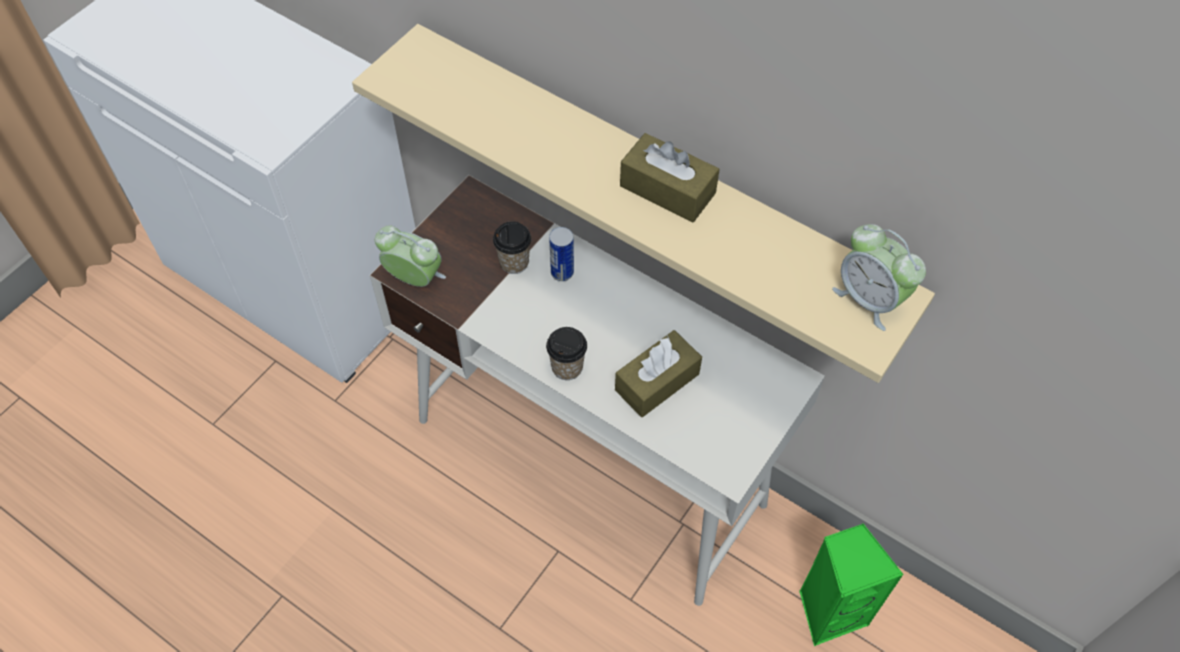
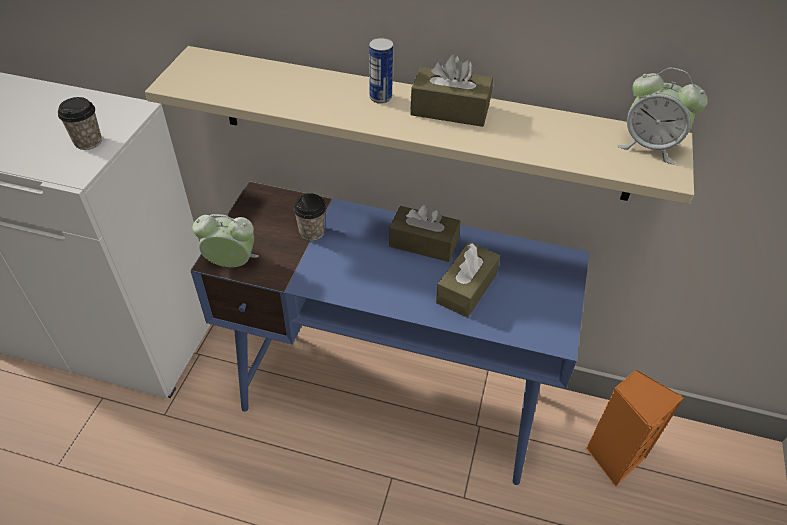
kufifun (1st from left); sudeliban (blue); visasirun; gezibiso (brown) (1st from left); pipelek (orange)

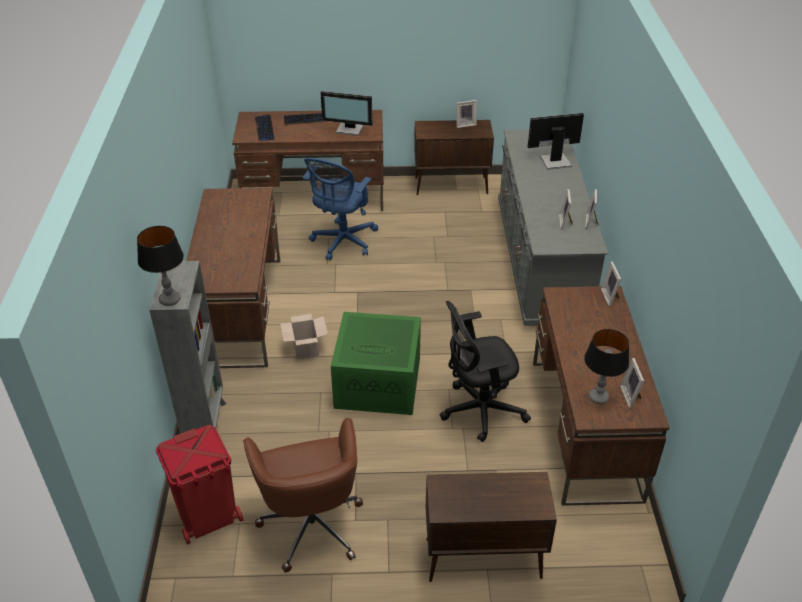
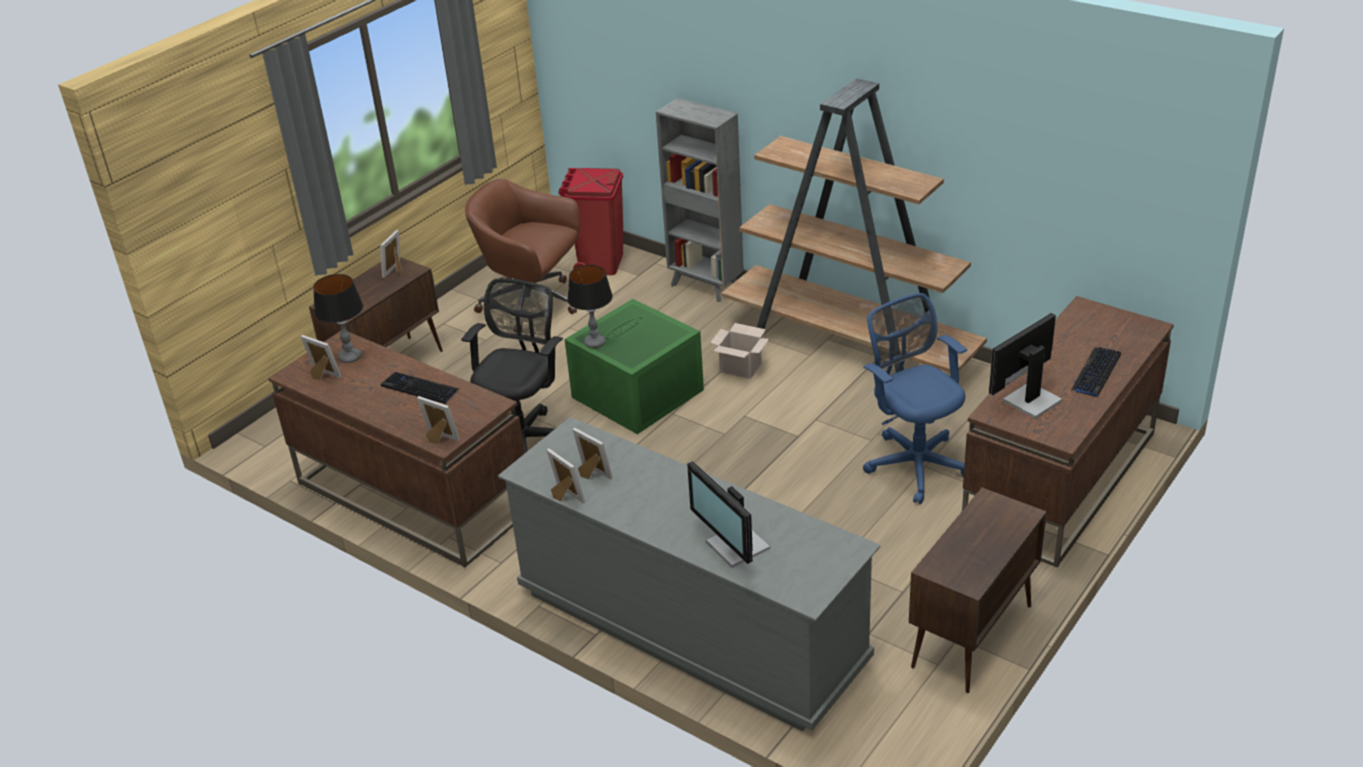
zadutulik (2nd from left); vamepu (1st from left); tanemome (2nd from left); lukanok (1st from left); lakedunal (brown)

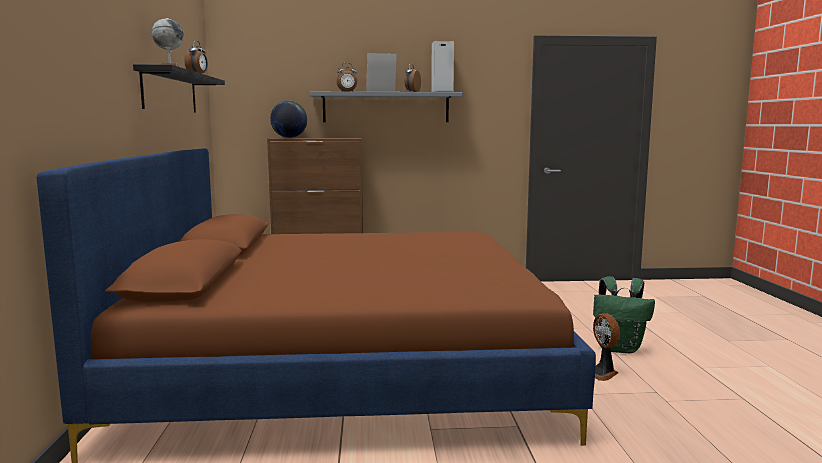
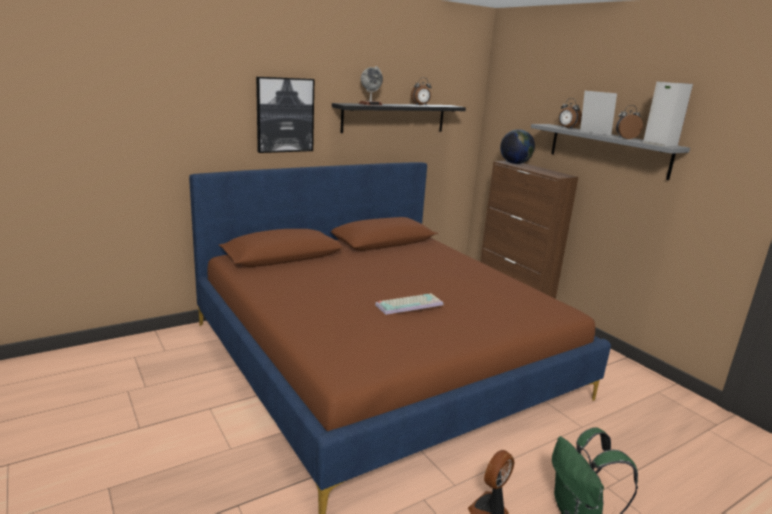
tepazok; vamepu

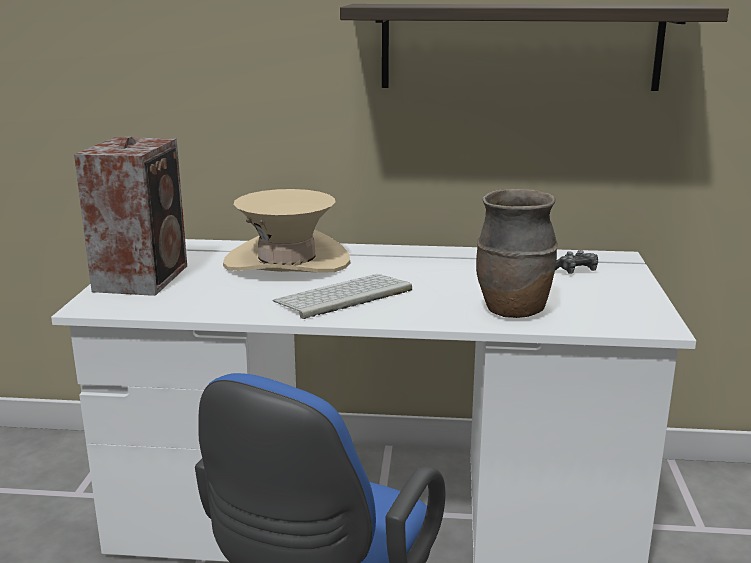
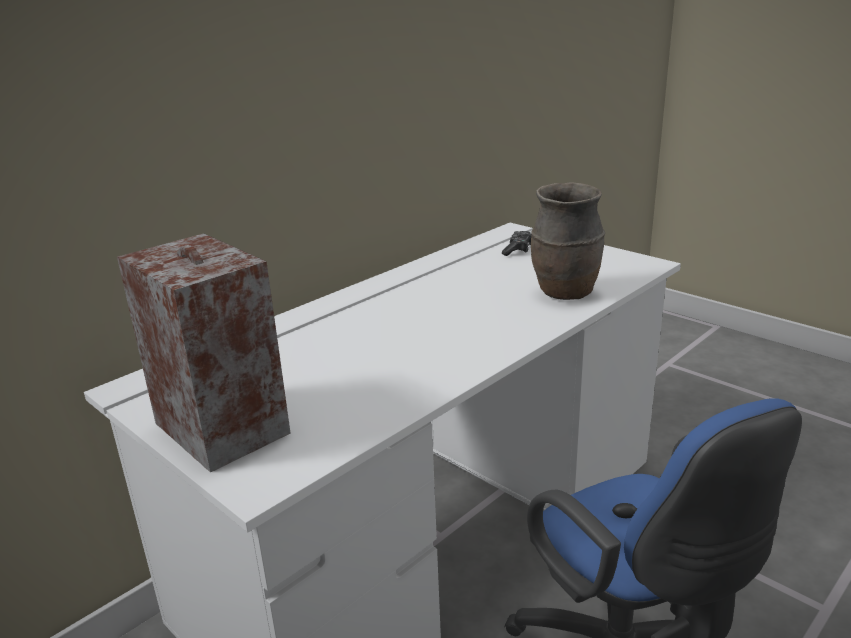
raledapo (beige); vamepu; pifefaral

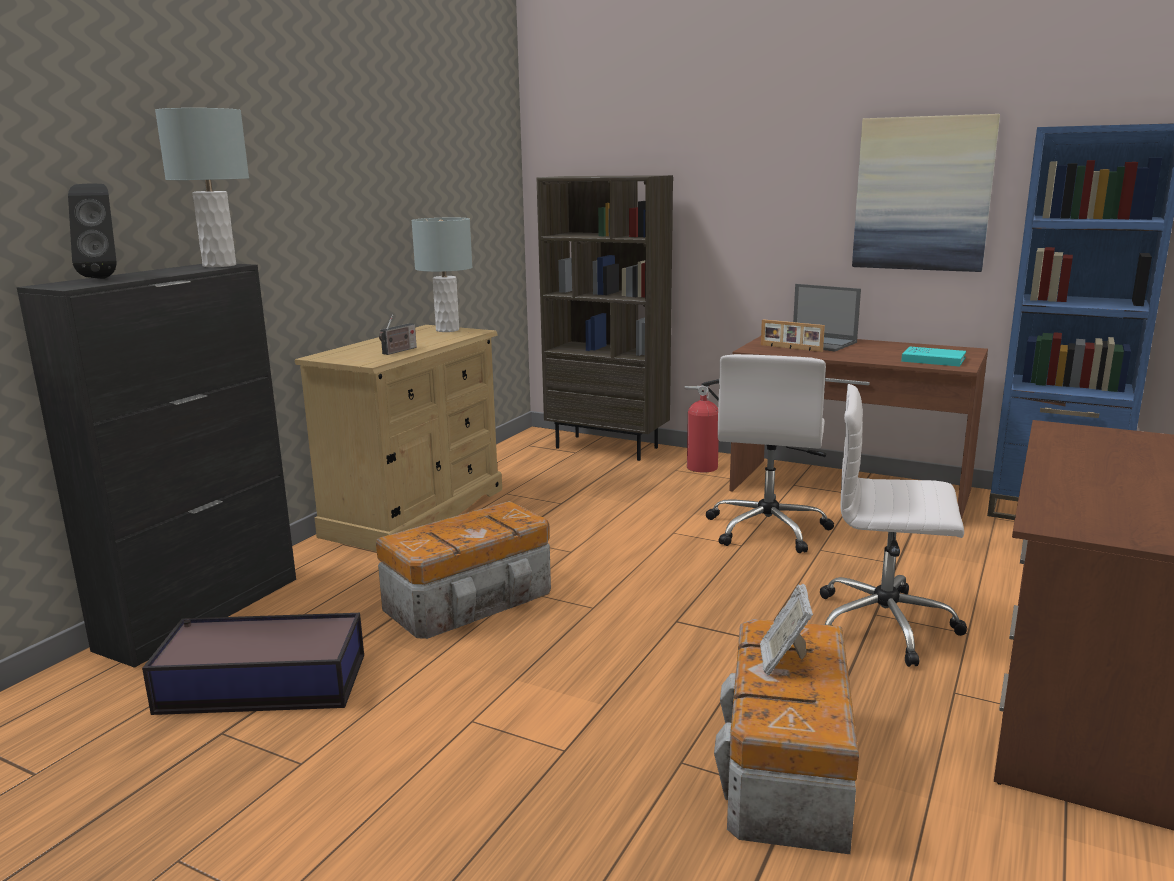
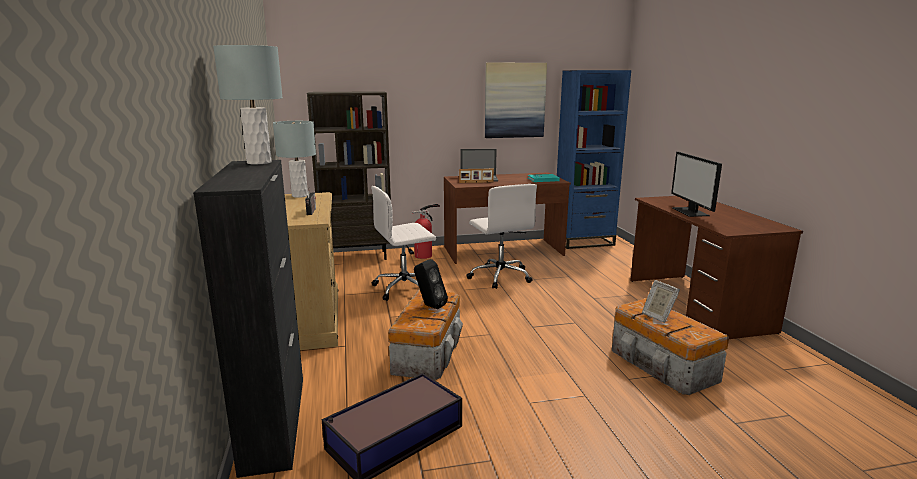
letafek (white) (1st from left); pipelek (black); lukanok

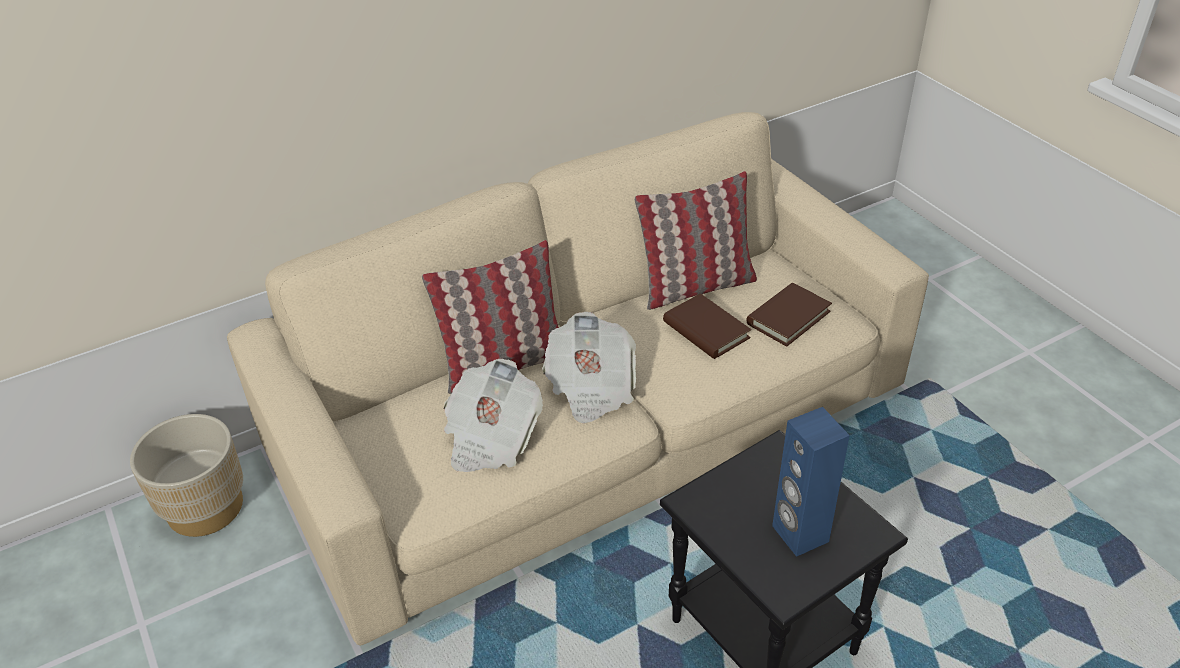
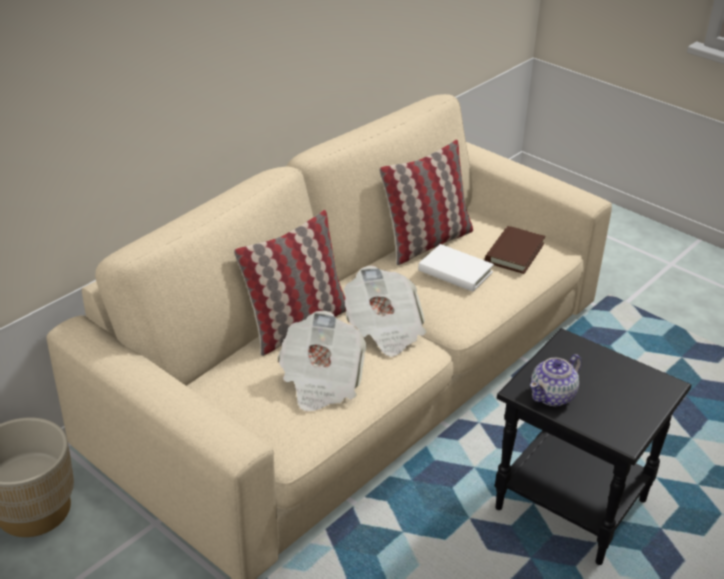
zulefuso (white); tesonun; pipelek (blue)

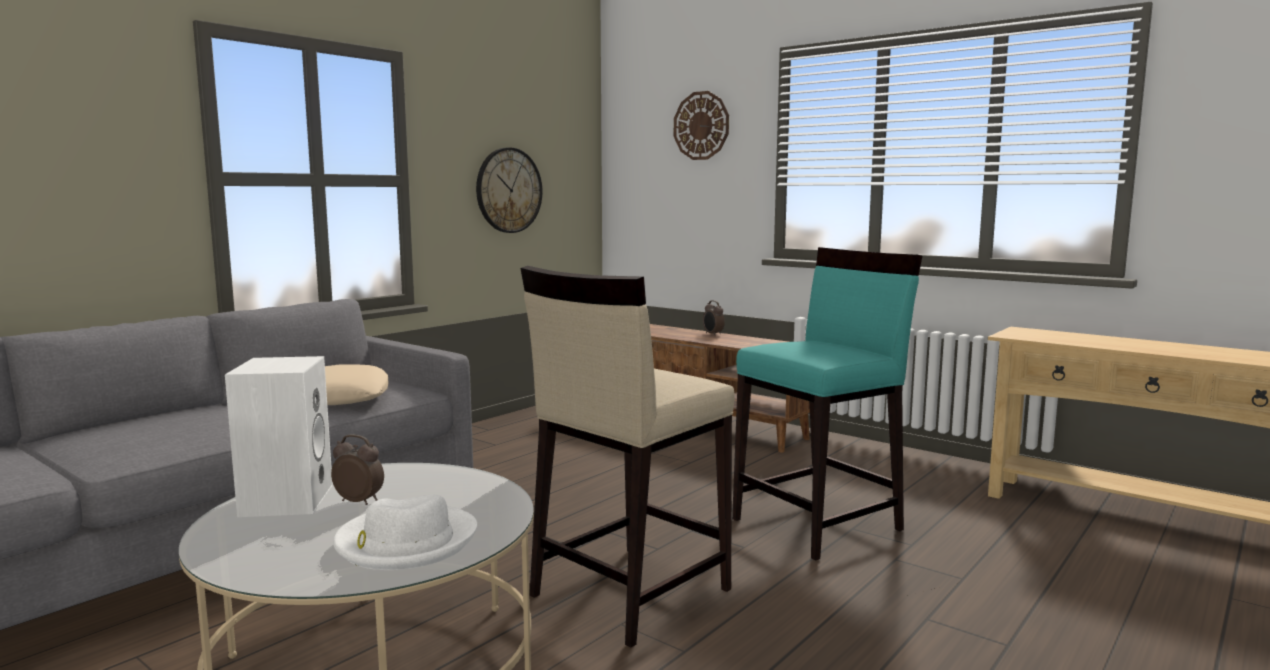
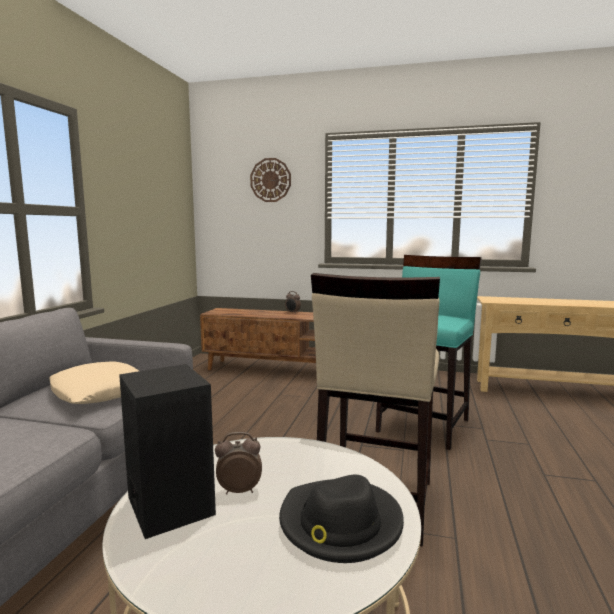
pipelek (black); raledapo (black); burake (1st from left in the first image)

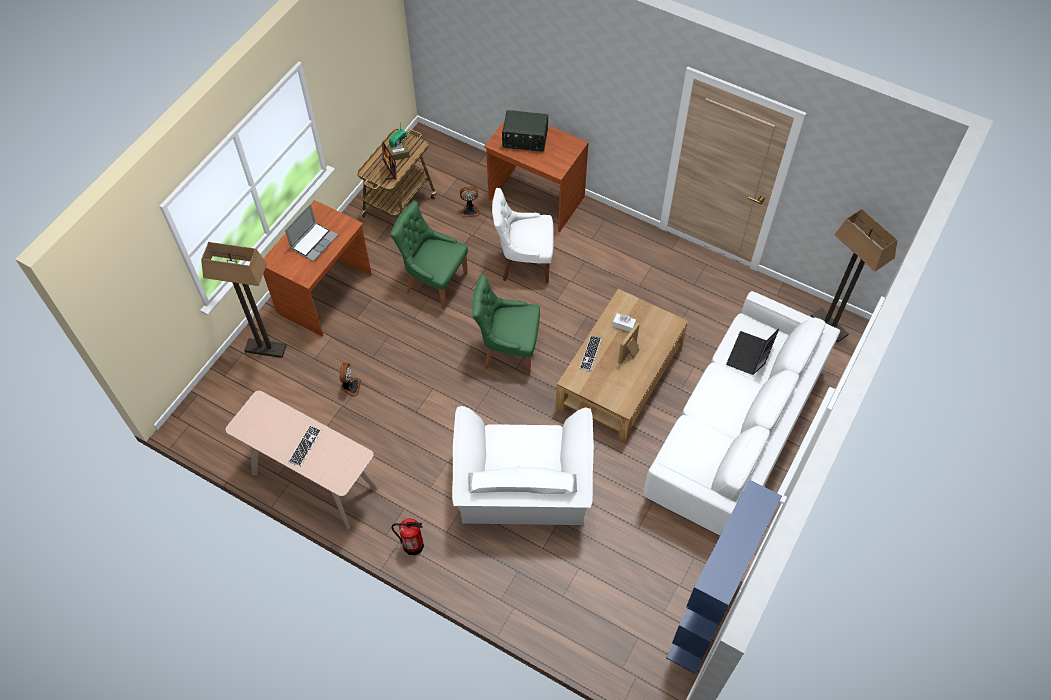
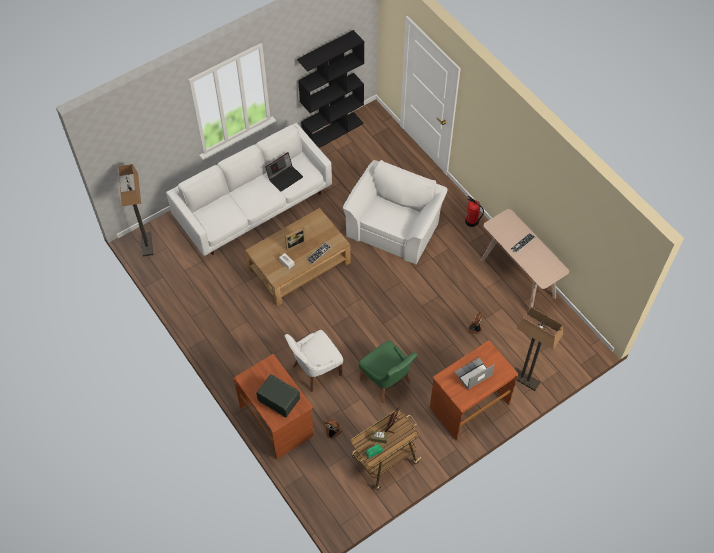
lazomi (1st from left); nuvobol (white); lakedunal (black); nuvobol (green) (2nd from left in the first image)

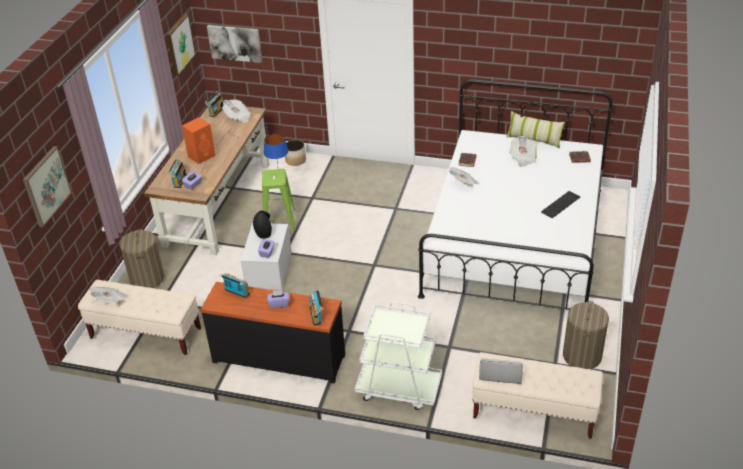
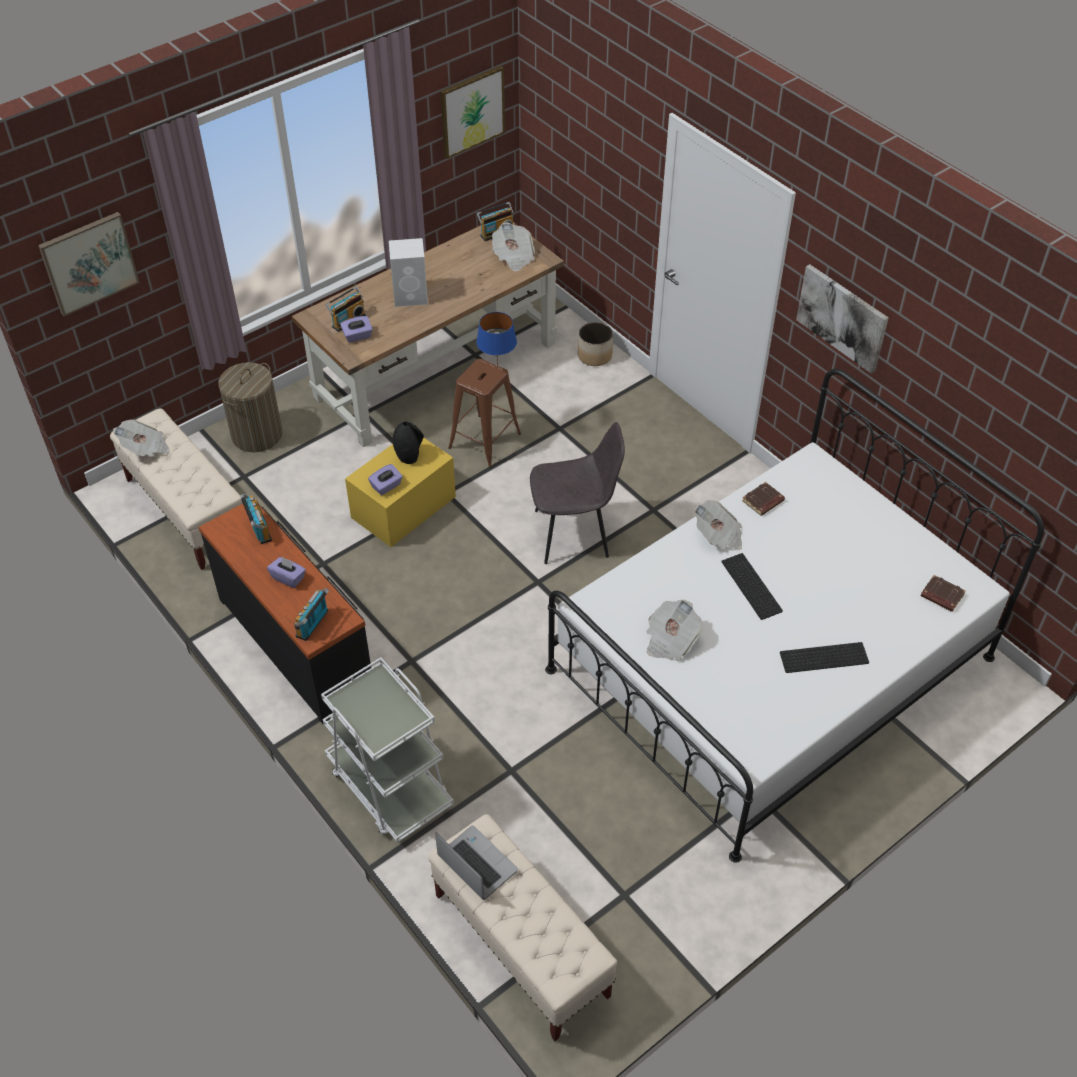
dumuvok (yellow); pipelek (white); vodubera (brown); nuvobol (grey); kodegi (3rd from left); vamepu (1st from left); tepazok (3rd from left); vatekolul; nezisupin (2nd from left in the first image)

